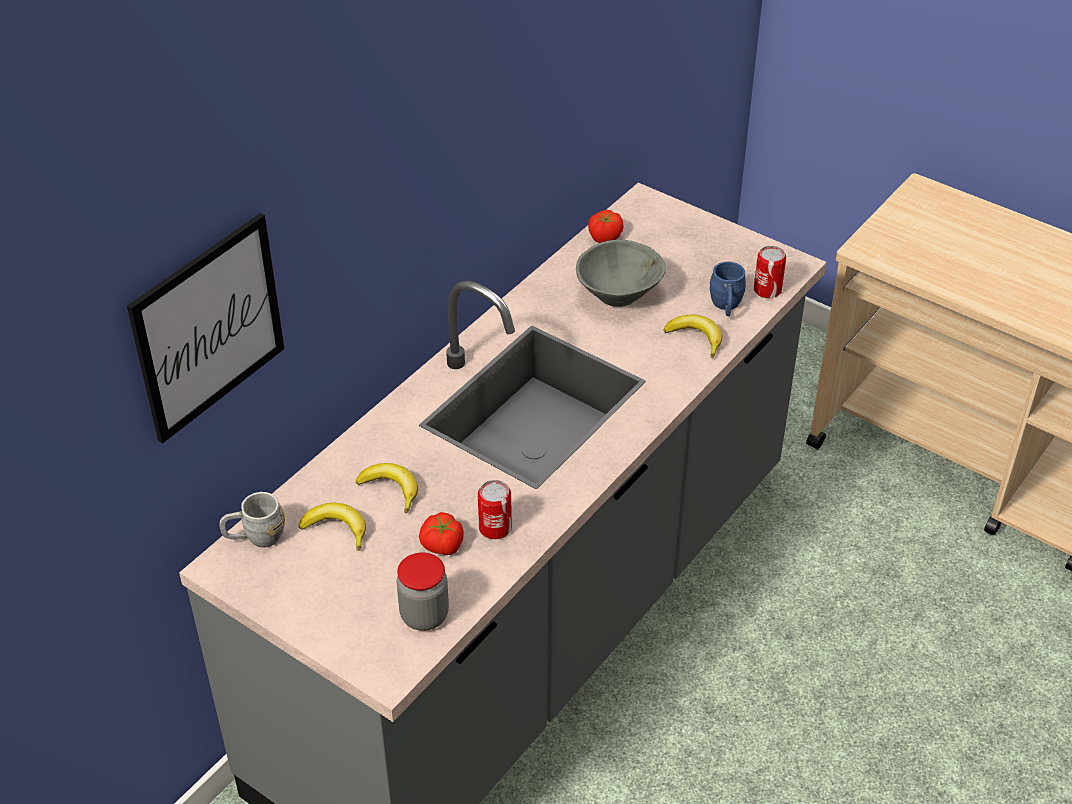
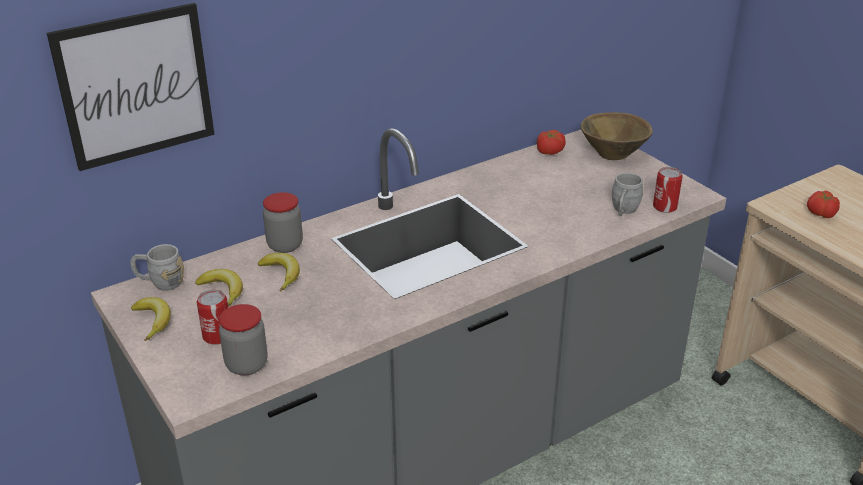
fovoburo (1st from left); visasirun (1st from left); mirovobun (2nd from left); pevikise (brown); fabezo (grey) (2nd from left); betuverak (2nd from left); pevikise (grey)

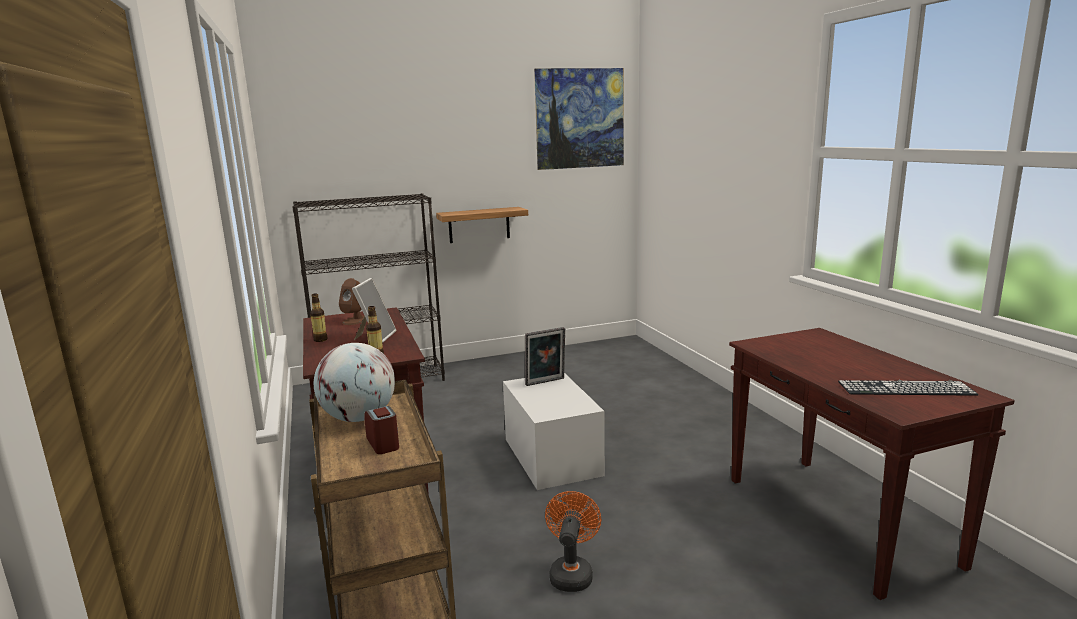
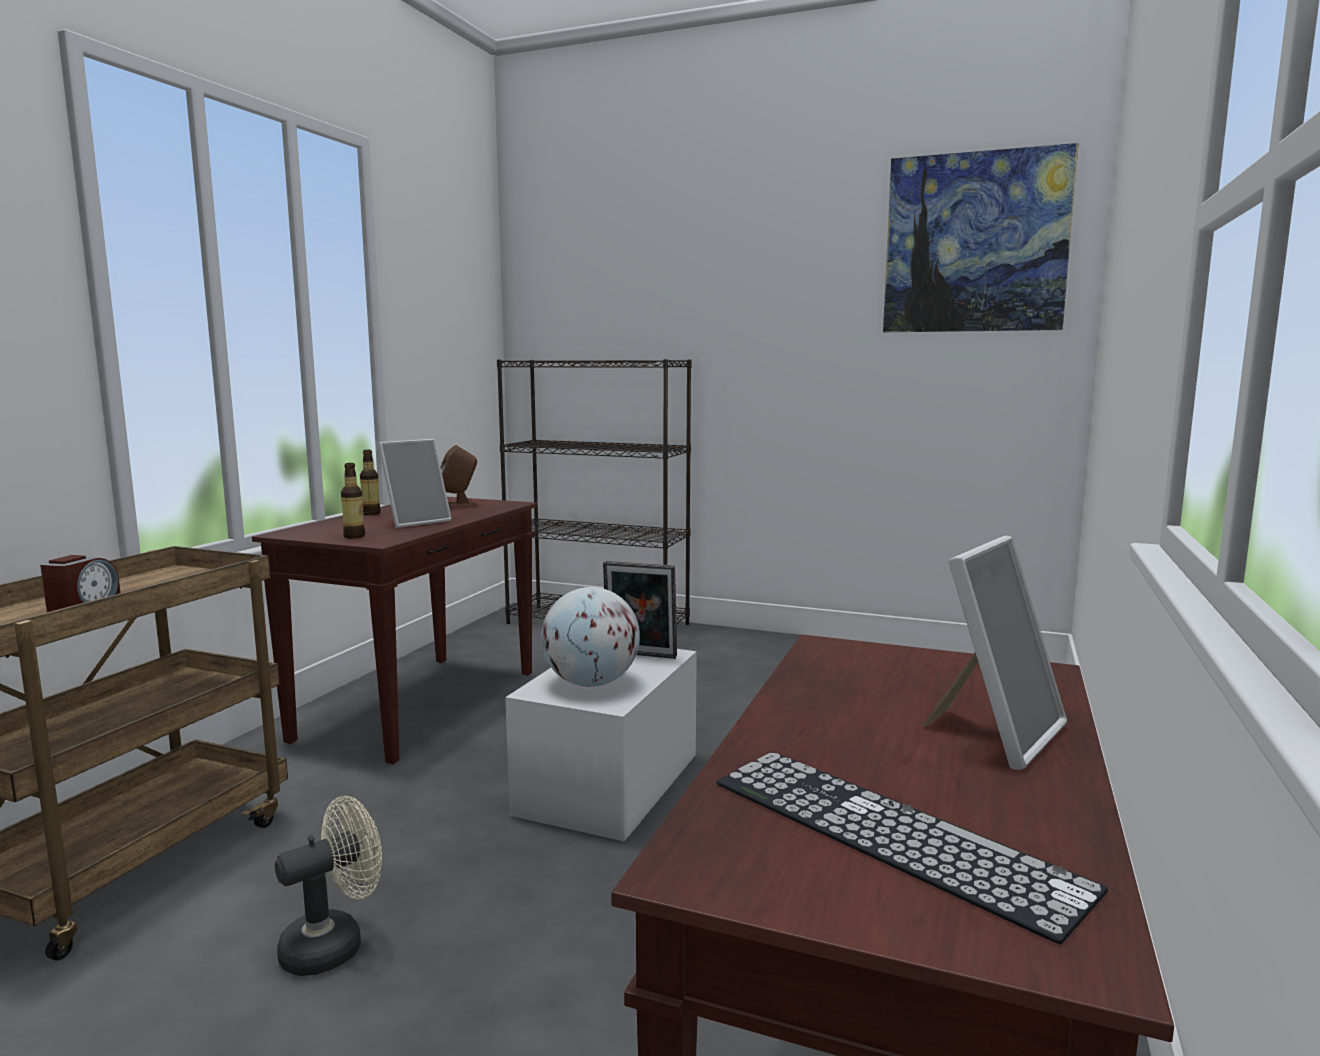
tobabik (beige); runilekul; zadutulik (3rd from left); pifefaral

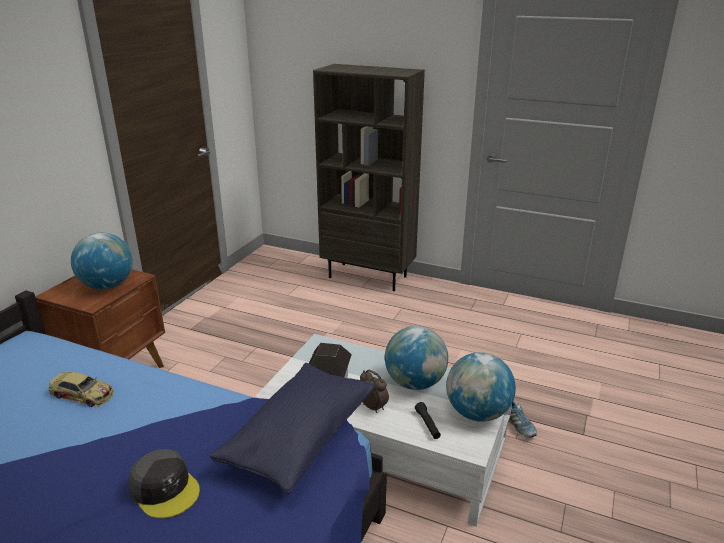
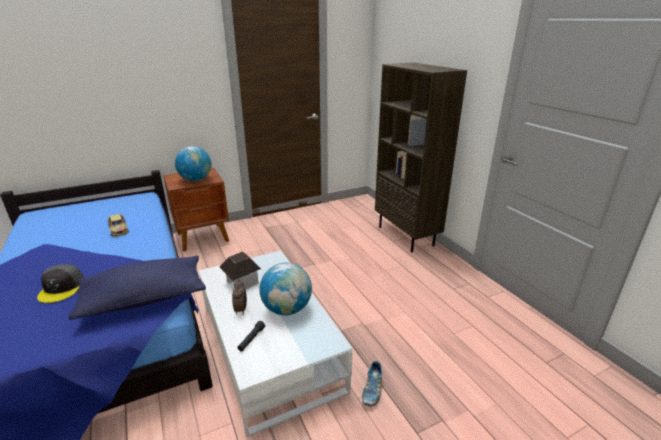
runilekul (3rd from left in the first image)

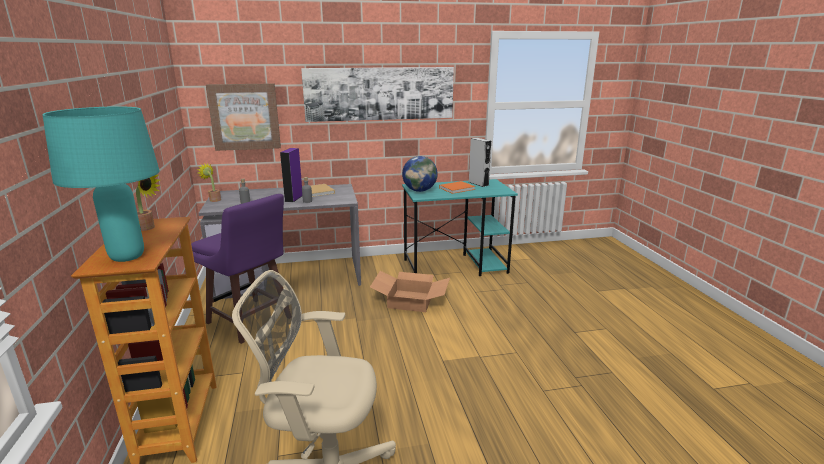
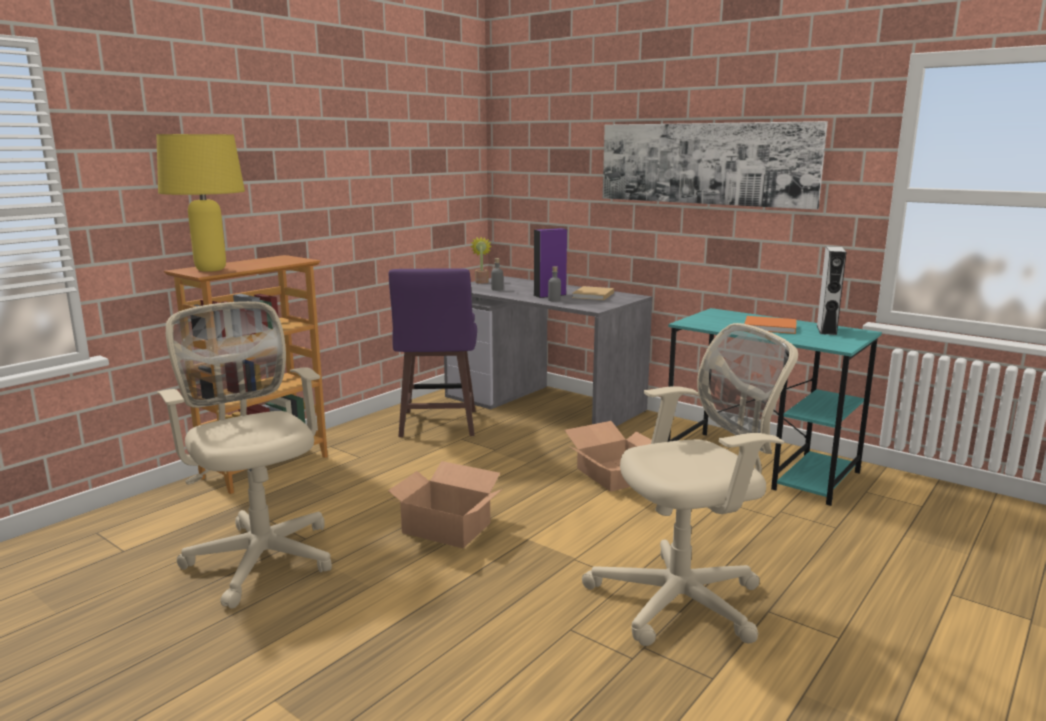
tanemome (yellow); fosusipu (1st from left); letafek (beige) (2nd from left); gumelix (1st from left in the first image); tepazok (1st from left in the first image); runilekul

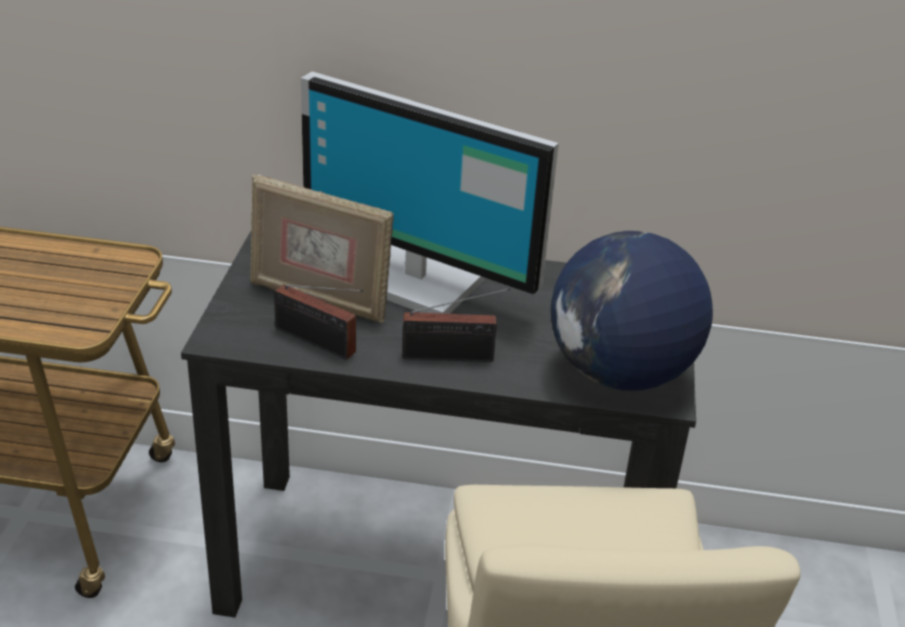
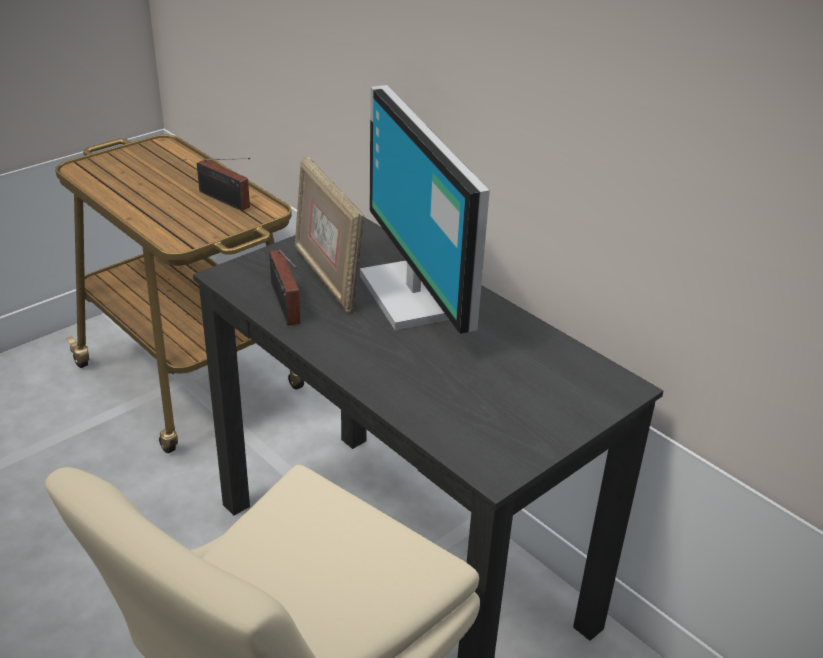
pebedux (1st from left); runilekul

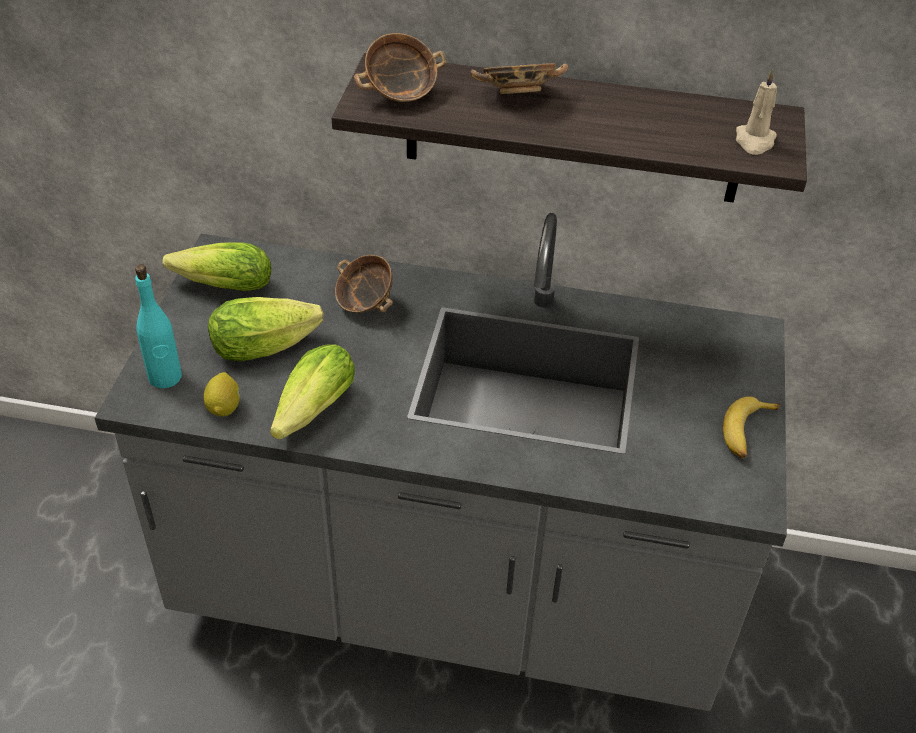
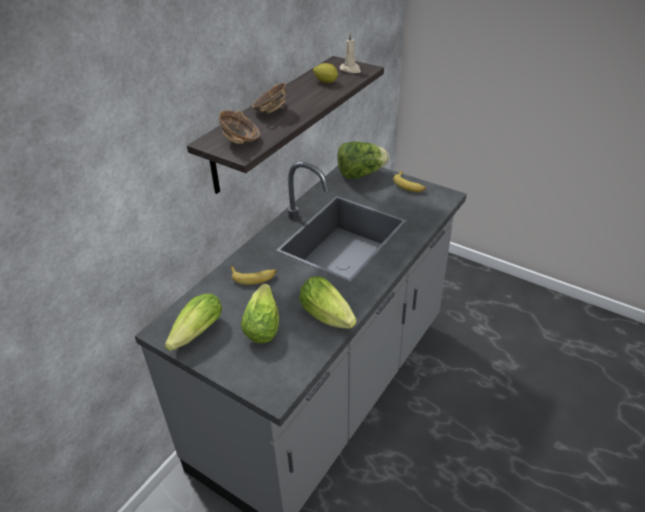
fovoburo (1st from left); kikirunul; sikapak (4th from left); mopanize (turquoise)

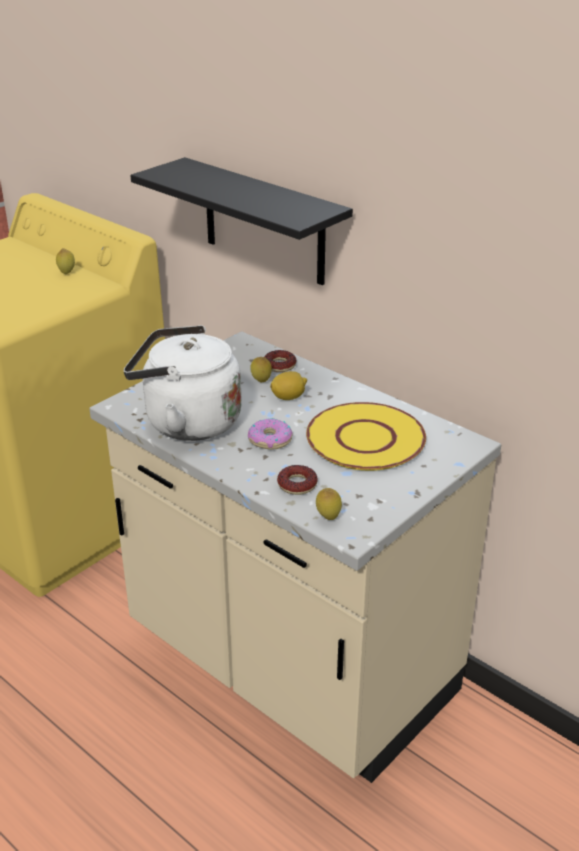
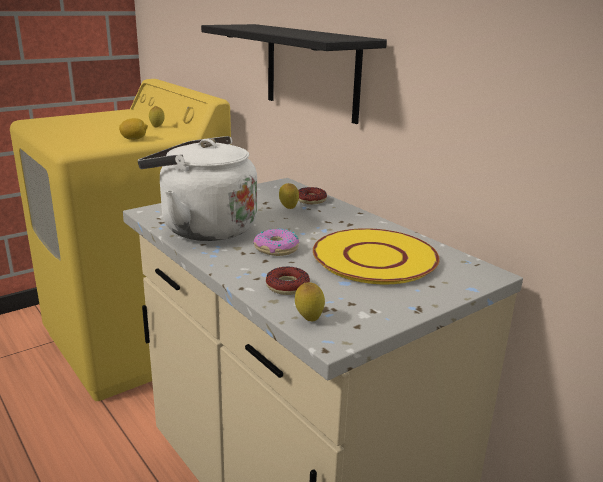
kikirunul (1st from left)

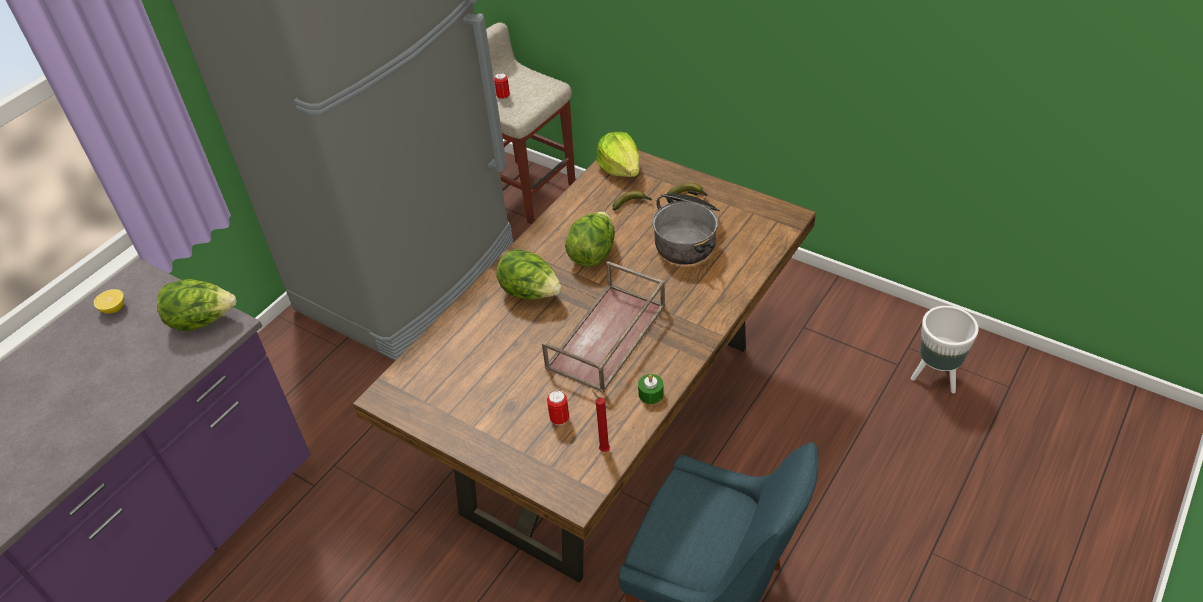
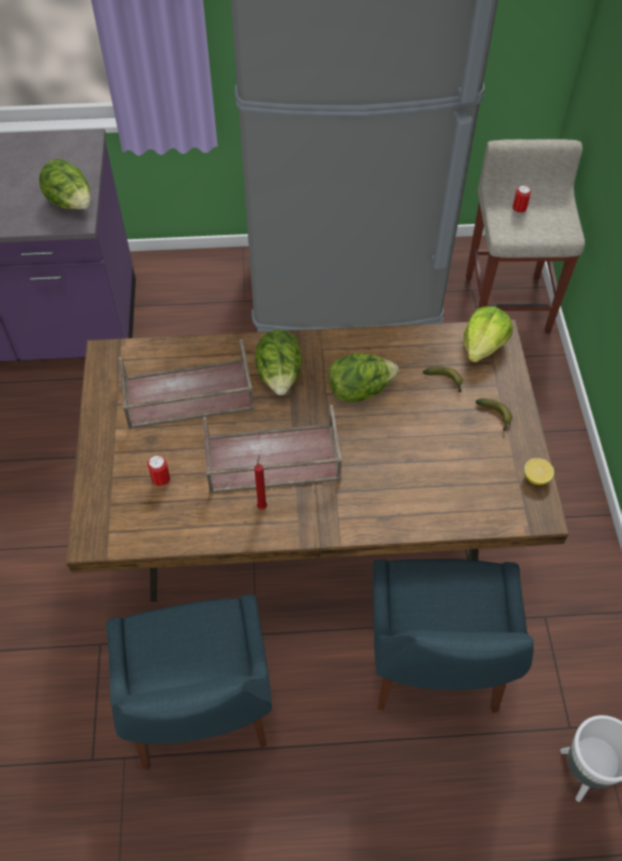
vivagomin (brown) (1st from left); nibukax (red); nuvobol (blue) (2nd from left); kikirunul; nibukax (green); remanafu

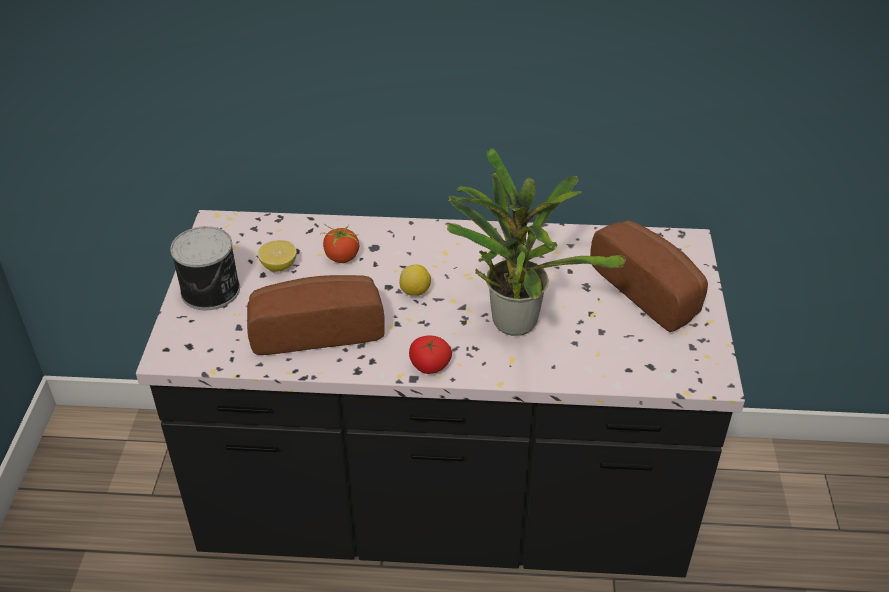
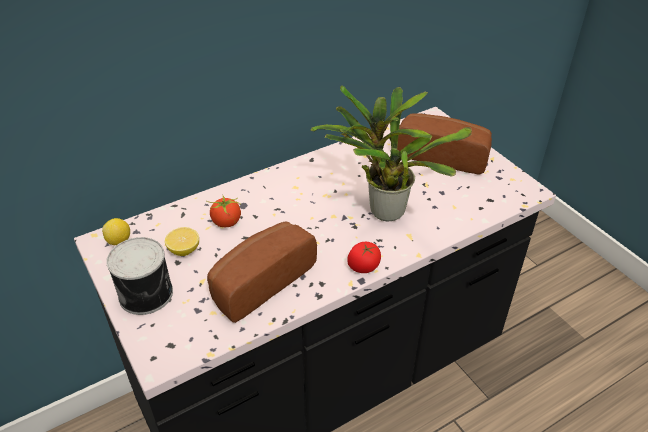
kikirunul (1st from left)

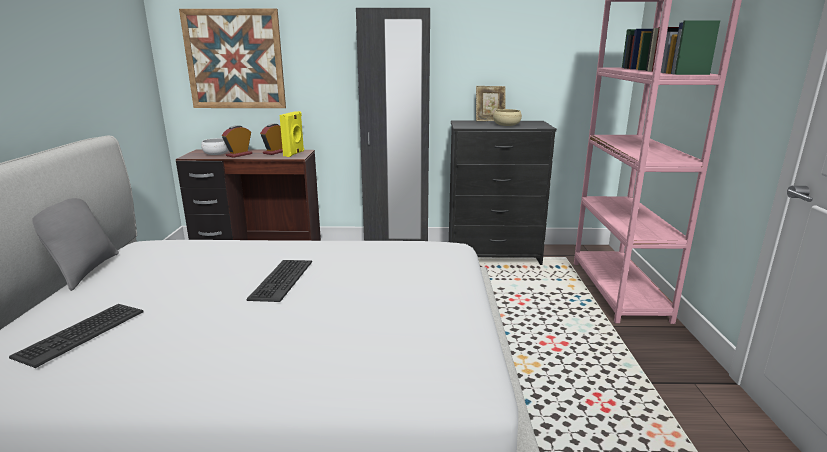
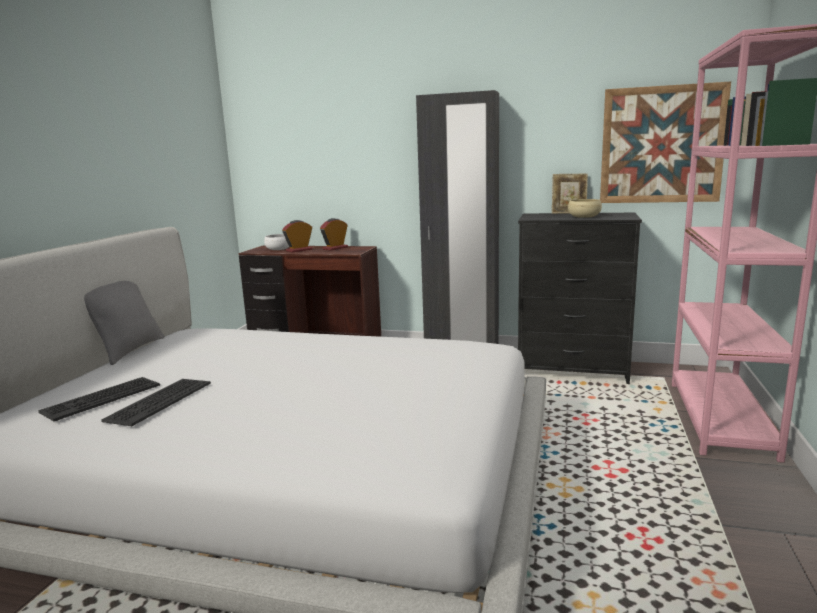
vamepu (2nd from left); tepazok; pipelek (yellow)

